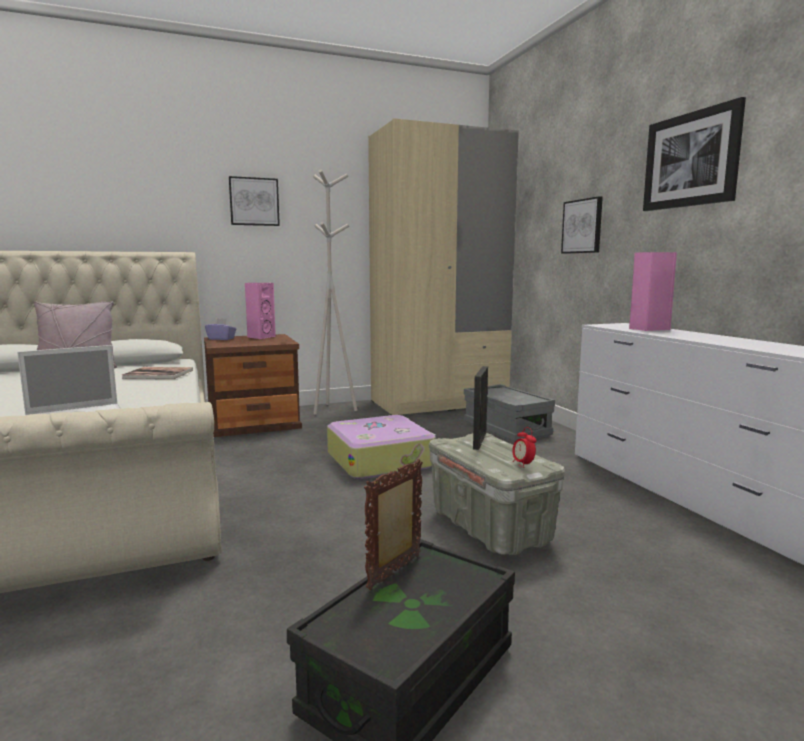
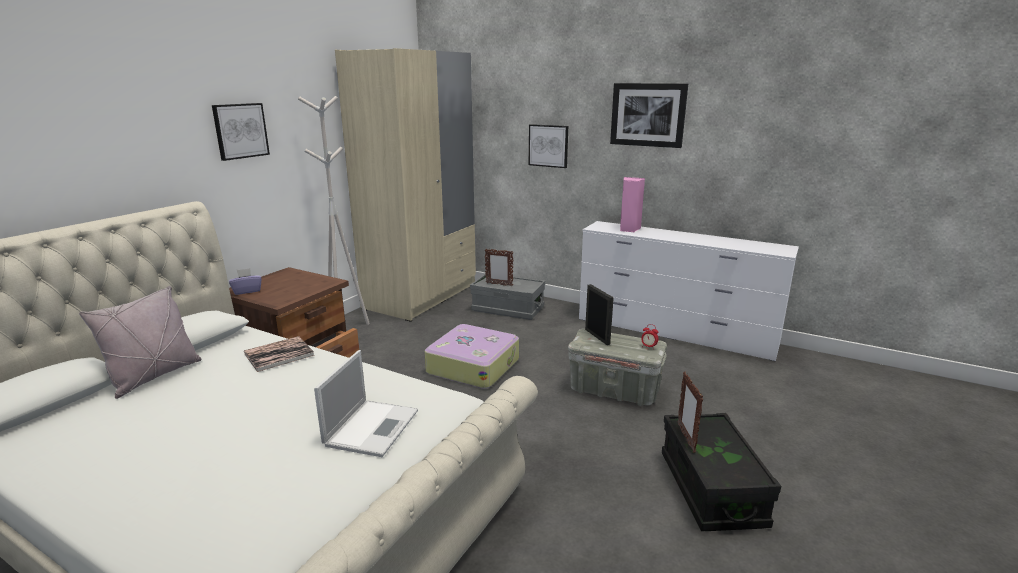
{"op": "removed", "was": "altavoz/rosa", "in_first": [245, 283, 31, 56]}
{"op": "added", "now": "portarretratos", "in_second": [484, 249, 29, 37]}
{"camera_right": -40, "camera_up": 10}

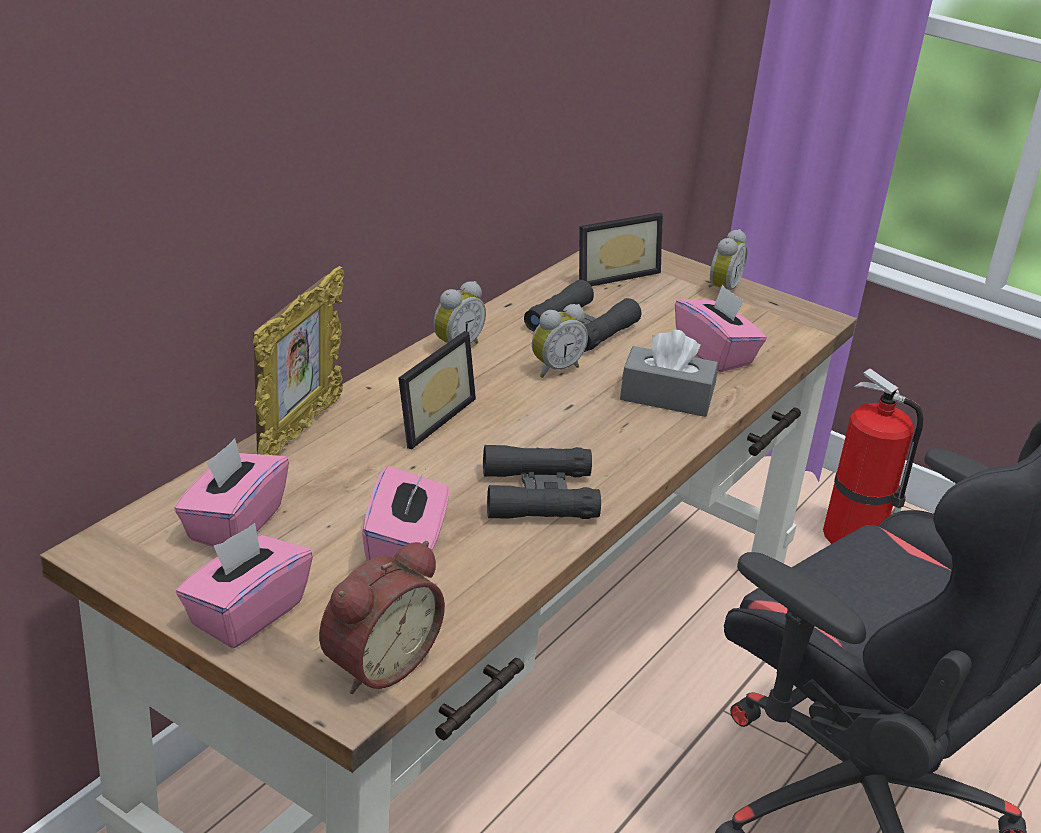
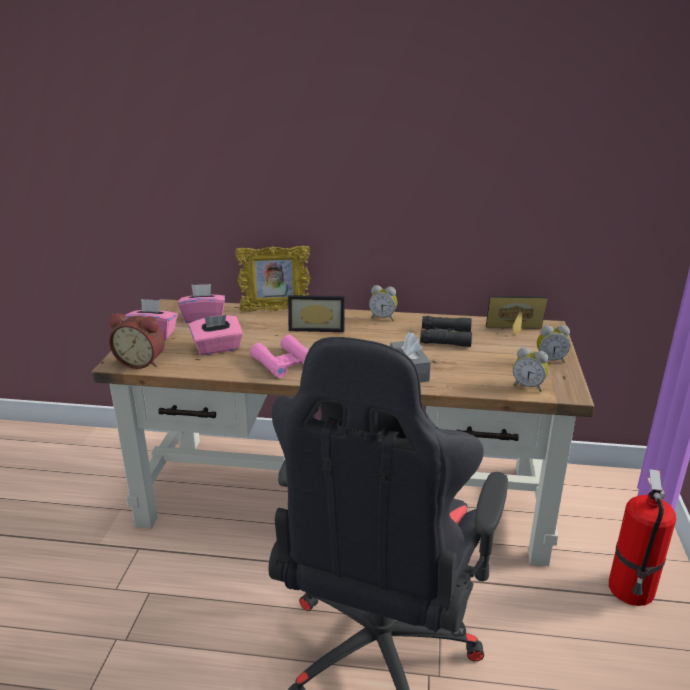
{"op": "removed", "was": "caja de pañuelos/rosa", "in_first": [675, 285, 92, 87]}
{"op": "moved", "was": "despertador", "in_first": [532, 304, 56, 74], "in_second": [513, 347, 36, 45]}
{"op": "recoloured", "was": "prismáticos/negro", "now": "prismáticos/rosa", "in_first": [483, 445, 118, 74], "in_second": [250, 335, 59, 43]}
{"op": "turned", "was": "portarretratos", "in_first": [579, 213, 84, 73], "in_second": [486, 296, 62, 38], "clockwise": 150}
{"camera_right": 65, "camera_up": -5}

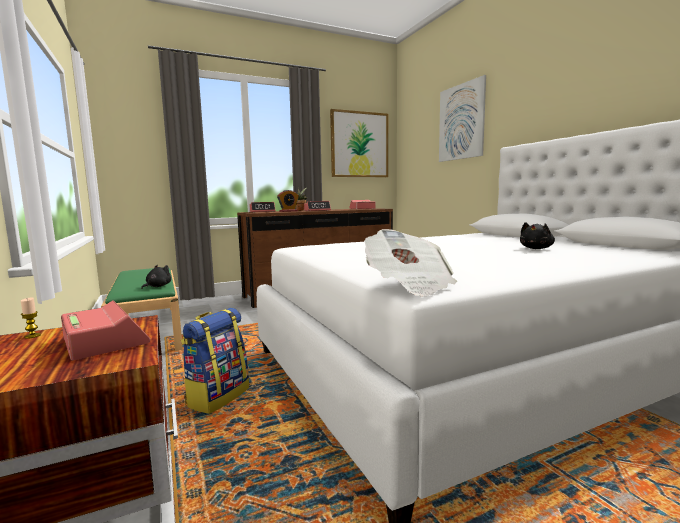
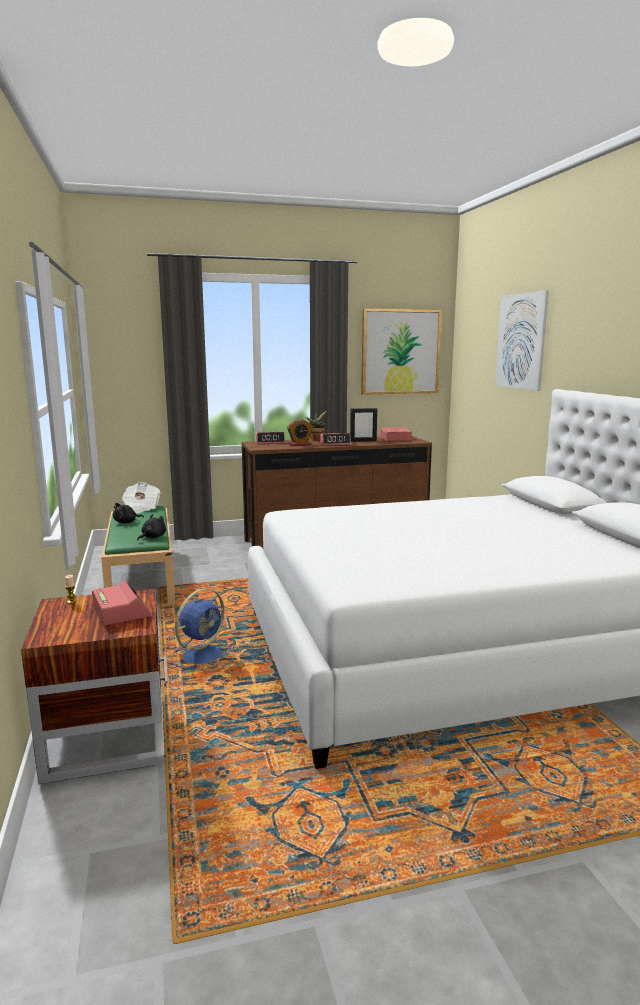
{"op": "added", "now": "portarretratos", "in_second": [350, 408, 27, 34]}
{"op": "moved", "was": "periódico", "in_first": [364, 229, 93, 68], "in_second": [122, 482, 39, 31]}
{"op": "moved", "was": "peluche/negro", "in_first": [520, 222, 35, 27], "in_second": [113, 503, 31, 20]}
{"op": "replaced", "was": "mochila", "now": "ventilador/azul", "in_first": [181, 308, 68, 106], "in_second": [169, 588, 55, 82]}
{"camera_right": 10, "camera_up": 5}

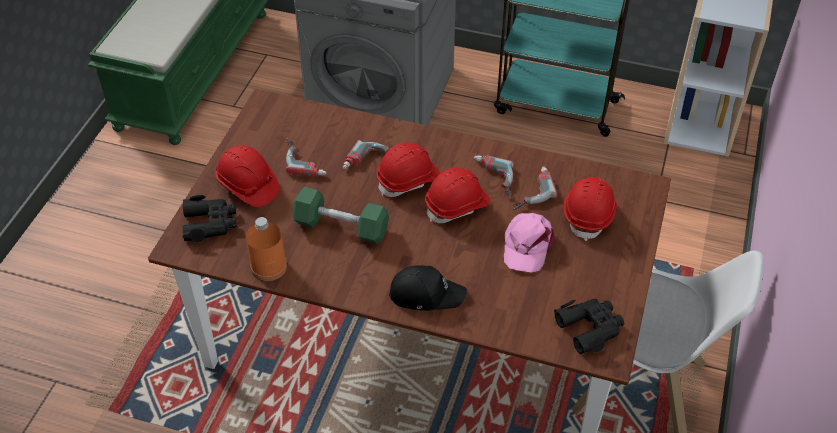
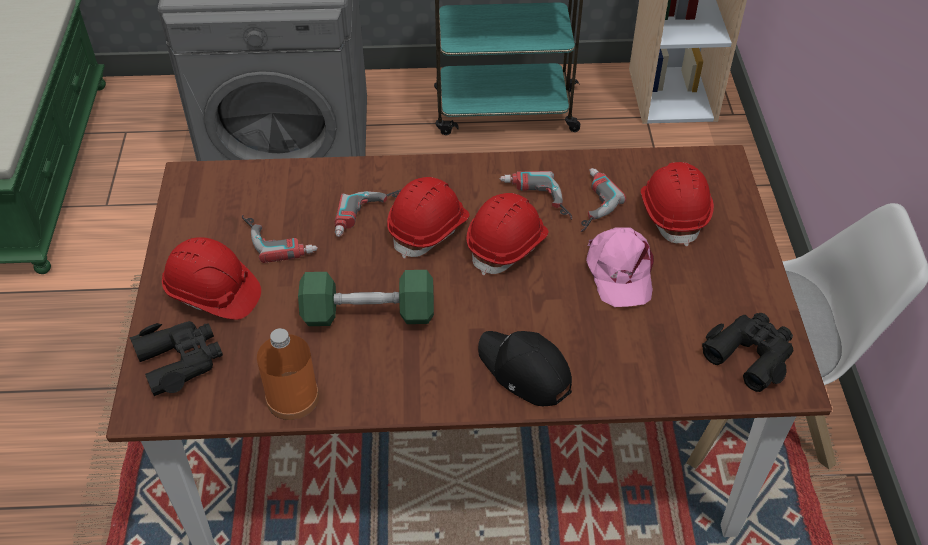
{"op": "turned", "was": "gorra/negro", "in_first": [389, 265, 78, 46], "in_second": [478, 331, 94, 75], "clockwise": -120}
{"camera_right": -20, "camera_up": 0}

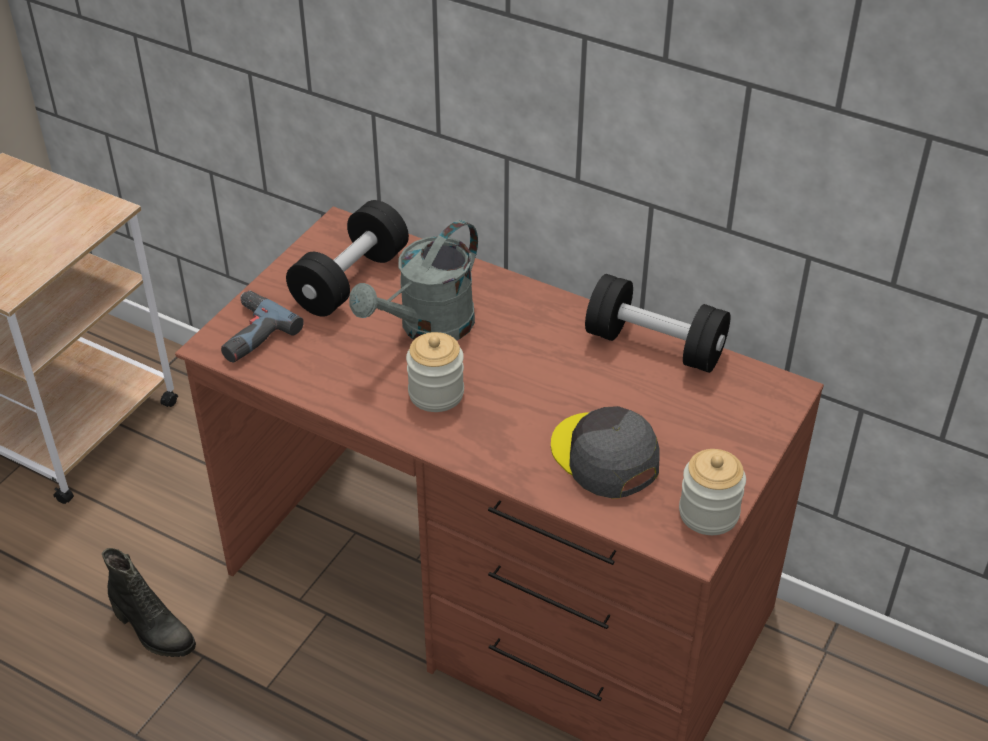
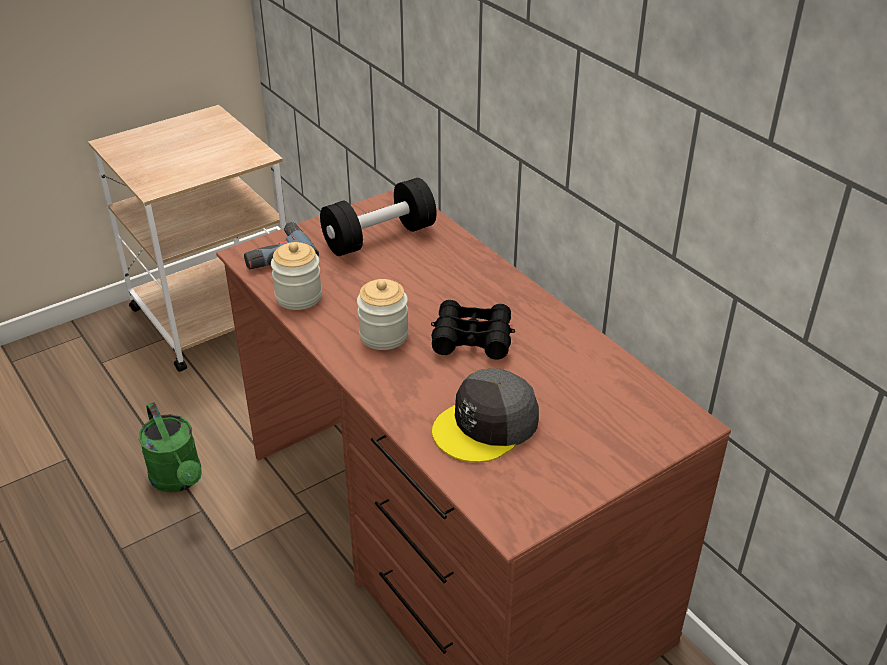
{"op": "removed", "was": "regadera/gris", "in_first": [349, 220, 129, 120]}
{"op": "removed", "was": "mancuerna/negro", "in_first": [585, 274, 145, 99]}
{"op": "added", "now": "prismáticos/negro", "in_second": [431, 300, 84, 60]}
{"op": "moved", "was": "tarro", "in_first": [679, 449, 67, 86], "in_second": [271, 242, 51, 68]}
{"op": "replaced", "was": "bota/negro", "now": "regadera/verde", "in_first": [102, 548, 94, 109], "in_second": [139, 402, 63, 91]}
{"op": "turned", "was": "gorra/gris", "in_first": [551, 406, 109, 92], "in_second": [432, 368, 107, 94], "clockwise": -120}
{"camera_right": 25, "camera_up": -5}

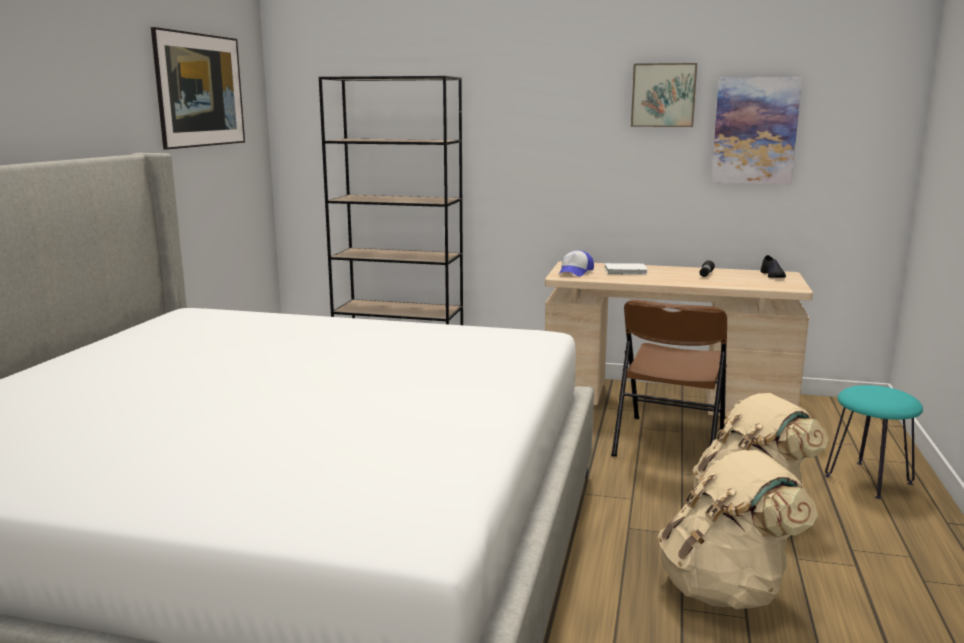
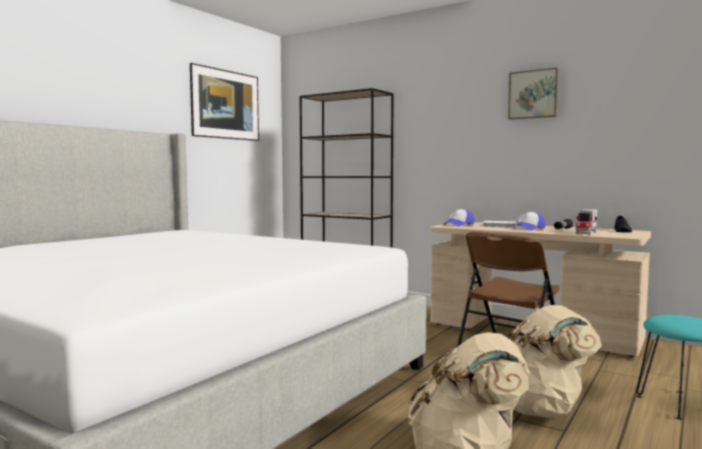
{"op": "removed", "was": "cuadro", "in_first": [711, 77, 91, 107]}
{"op": "added", "now": "gorra", "in_second": [513, 212, 32, 19]}
{"op": "added", "now": "camión de juguete", "in_second": [575, 209, 22, 26]}
{"camera_right": 20, "camera_up": -10}

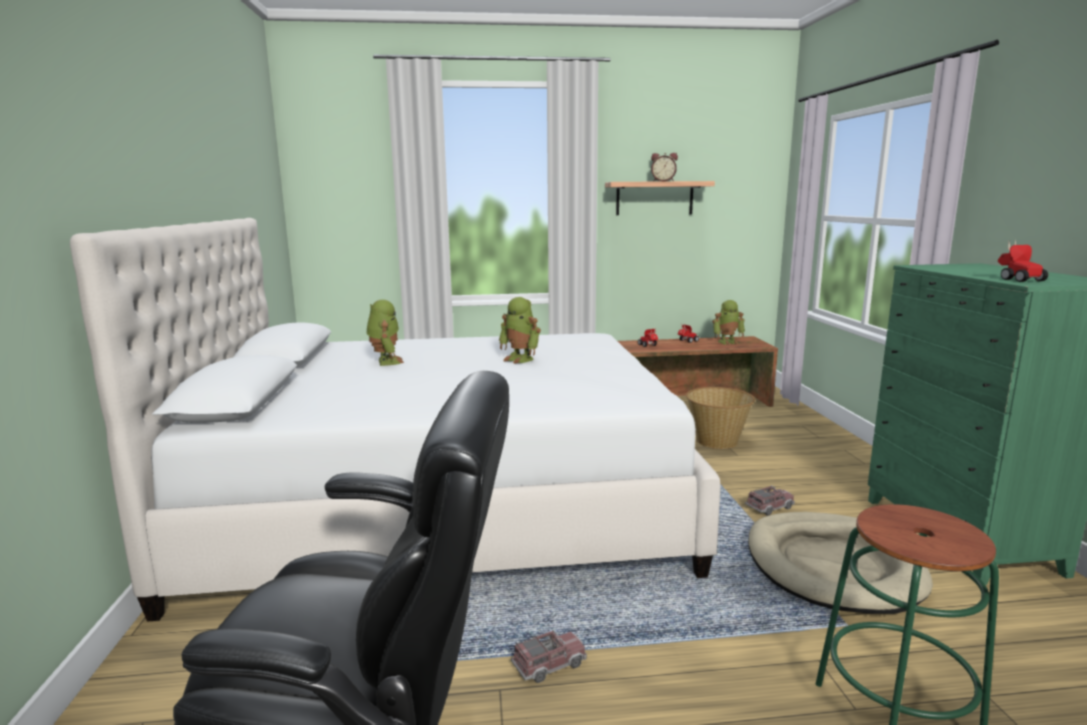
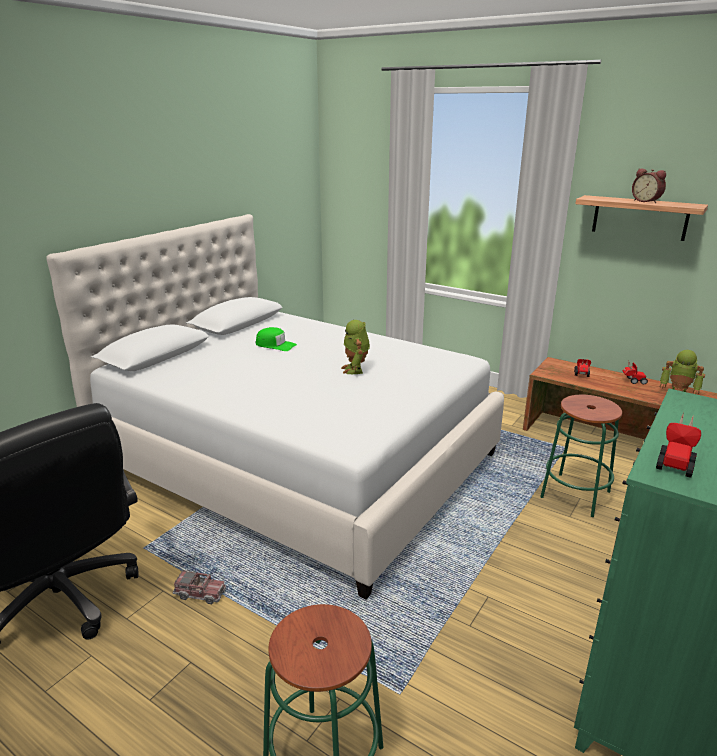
{"op": "removed", "was": "camión de juguete", "in_first": [745, 485, 50, 31]}
{"op": "removed", "was": "cama para perro/beis", "in_first": [748, 512, 185, 102]}
{"op": "replaced", "was": "robot de juguete", "now": "gorra/verde", "in_first": [366, 299, 38, 67], "in_second": [256, 327, 41, 24]}
{"op": "replaced", "was": "cesta", "now": "taburete/verde", "in_first": [686, 387, 69, 62], "in_second": [540, 395, 82, 122]}
{"camera_right": 40, "camera_up": 10}

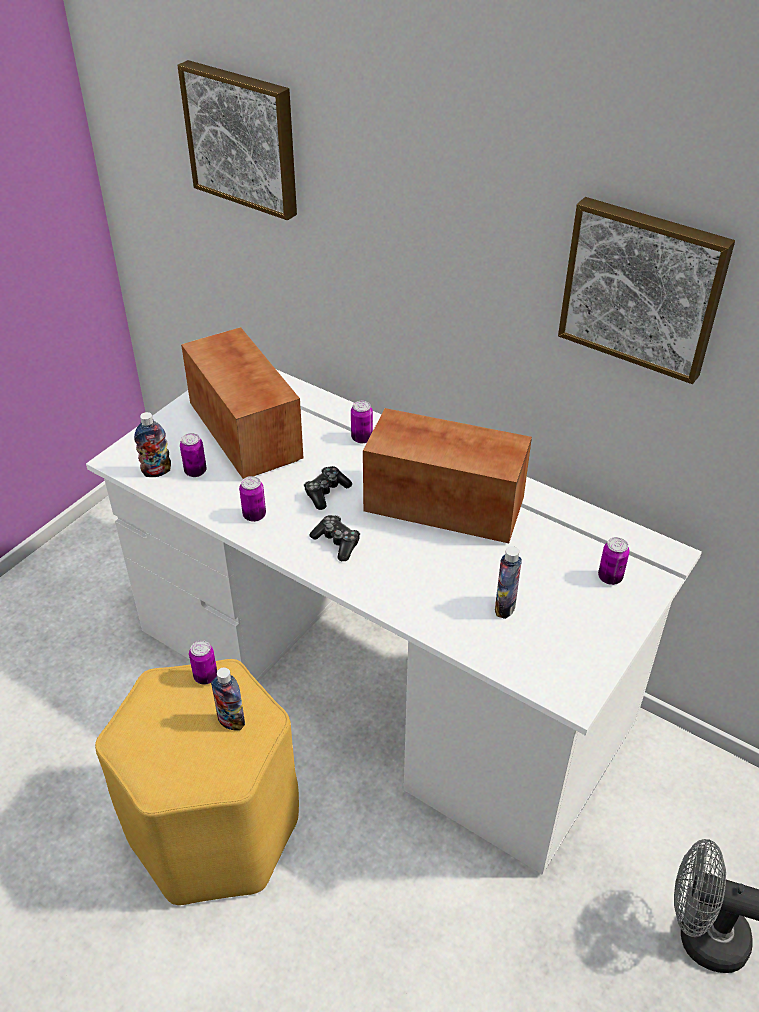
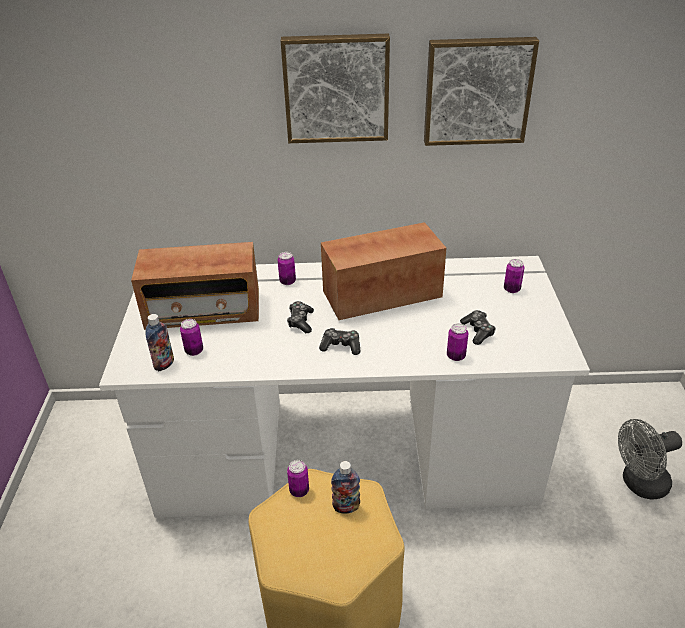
{"op": "moved", "was": "cuadro", "in_first": [177, 60, 120, 160], "in_second": [281, 33, 109, 110]}
{"op": "moved", "was": "lata", "in_first": [239, 476, 27, 46], "in_second": [447, 323, 21, 38]}
{"op": "replaced", "was": "botella", "now": "mando de consola", "in_first": [495, 546, 27, 73], "in_second": [460, 310, 36, 35]}
{"op": "turned", "was": "radio", "in_first": [181, 327, 122, 152], "in_second": [131, 242, 128, 88], "clockwise": 150}
{"camera_right": -35, "camera_up": -5}

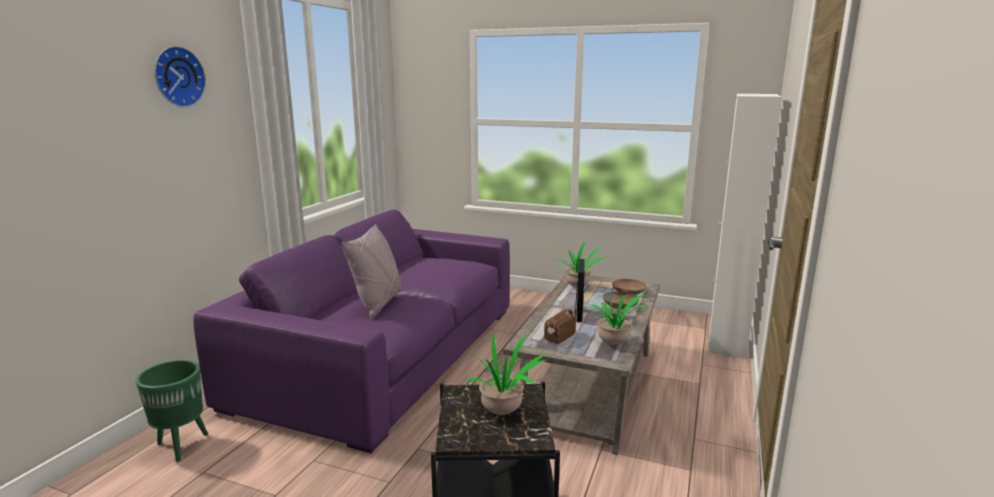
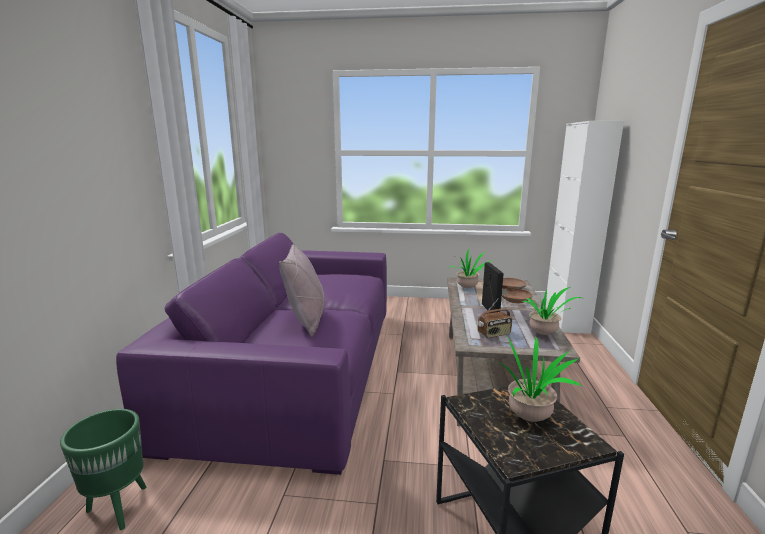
{"op": "removed", "was": "reloj de pared", "in_first": [154, 46, 52, 62]}
{"op": "turned", "was": "radio", "in_first": [544, 304, 32, 40], "in_second": [478, 298, 34, 40], "clockwise": -135}
{"camera_right": -15, "camera_up": 0}

